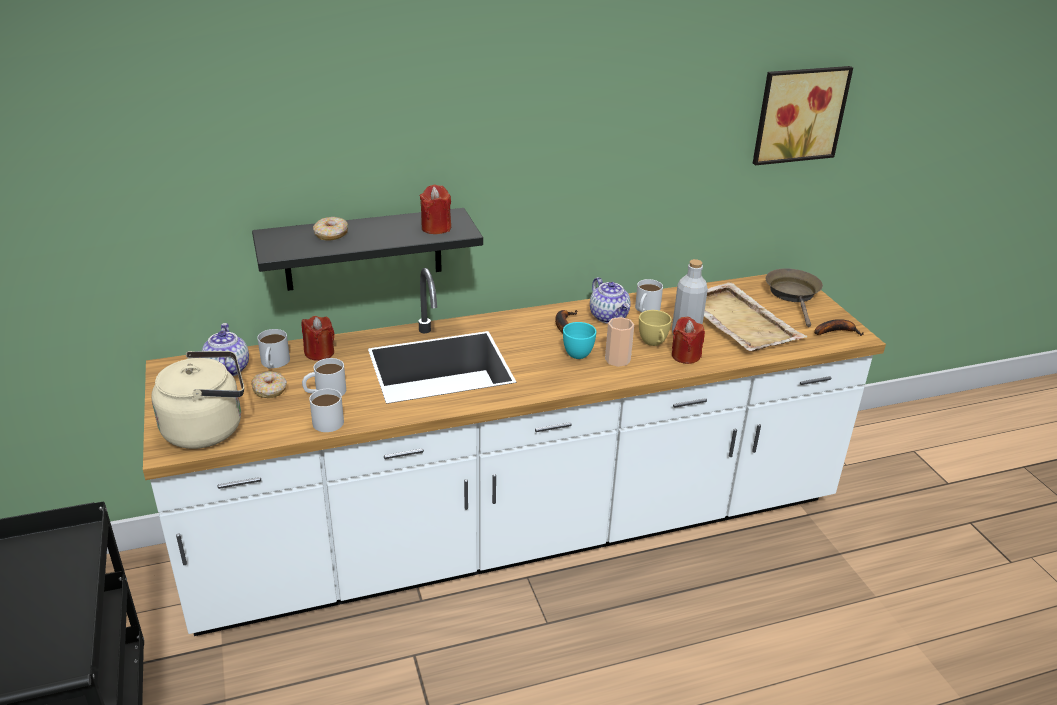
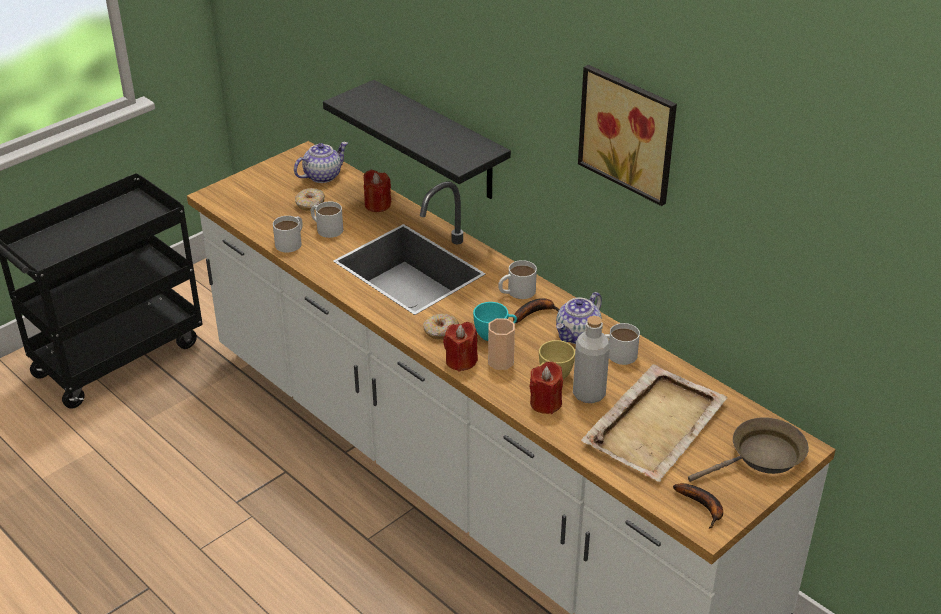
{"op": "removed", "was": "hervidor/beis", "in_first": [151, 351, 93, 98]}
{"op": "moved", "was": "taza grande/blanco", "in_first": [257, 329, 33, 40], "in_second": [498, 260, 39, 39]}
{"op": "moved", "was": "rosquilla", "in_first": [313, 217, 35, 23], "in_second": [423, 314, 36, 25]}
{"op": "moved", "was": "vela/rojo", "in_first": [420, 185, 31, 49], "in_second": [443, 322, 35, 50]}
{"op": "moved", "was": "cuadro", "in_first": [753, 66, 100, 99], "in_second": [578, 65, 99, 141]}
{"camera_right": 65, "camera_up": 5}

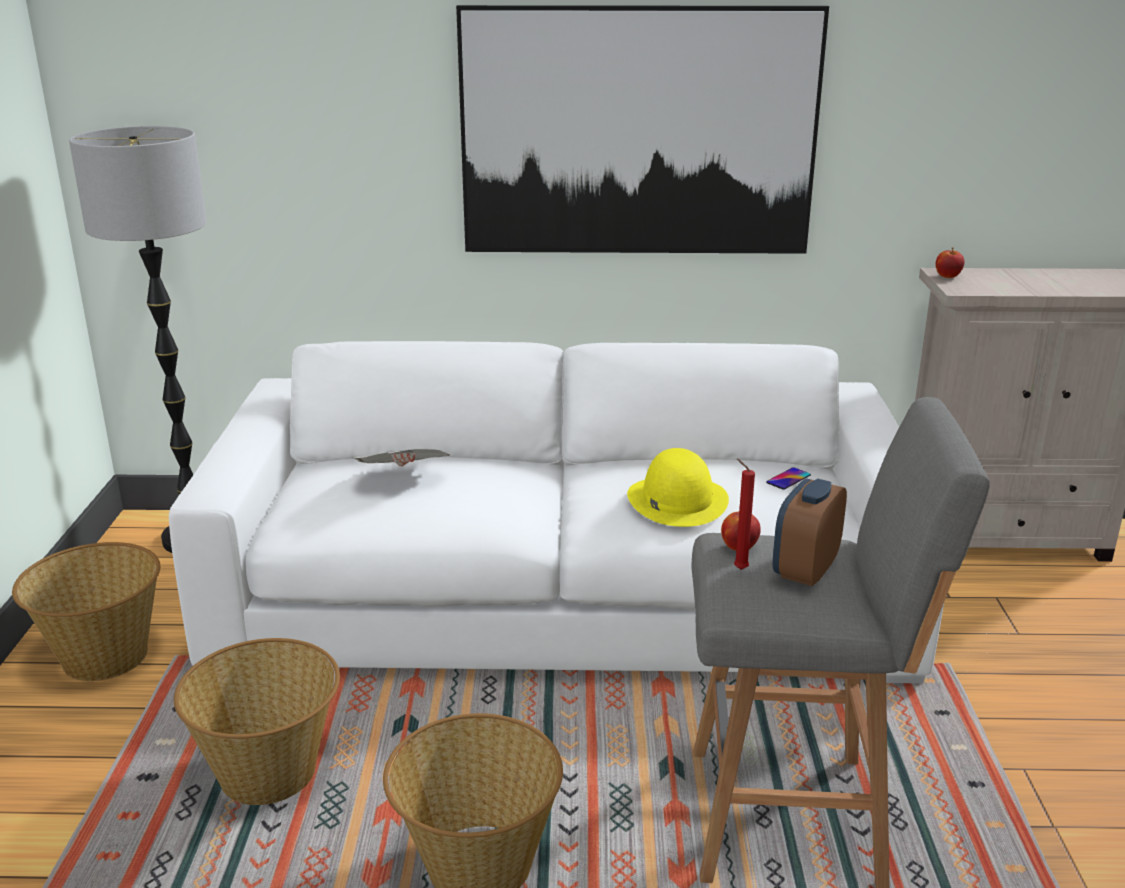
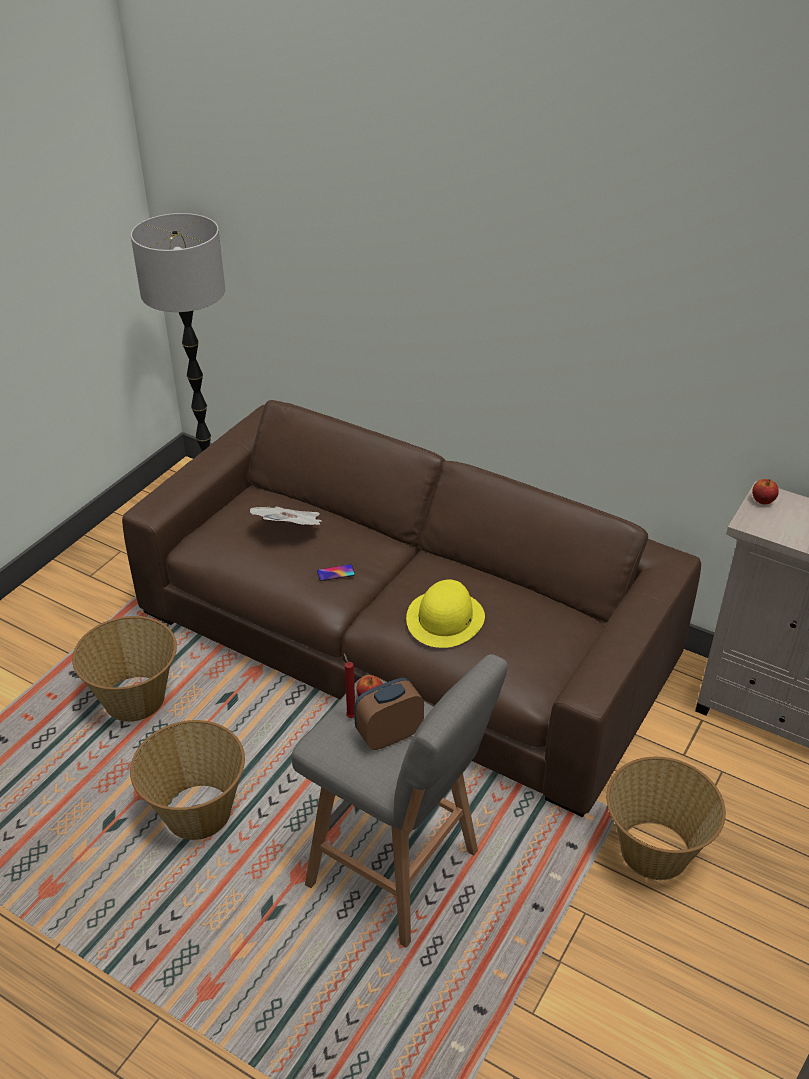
{"op": "removed", "was": "cuadro", "in_first": [456, 5, 373, 249]}
{"op": "moved", "was": "cesta", "in_first": [12, 542, 148, 139], "in_second": [606, 757, 120, 123]}
{"op": "moved", "was": "móvil", "in_first": [766, 467, 45, 23], "in_second": [317, 564, 38, 17]}
{"op": "recoloured", "was": "sofá/blanco", "now": "sofá/marrón", "in_first": [169, 341, 775, 342], "in_second": [122, 400, 579, 417]}
{"camera_right": 30, "camera_up": 15}

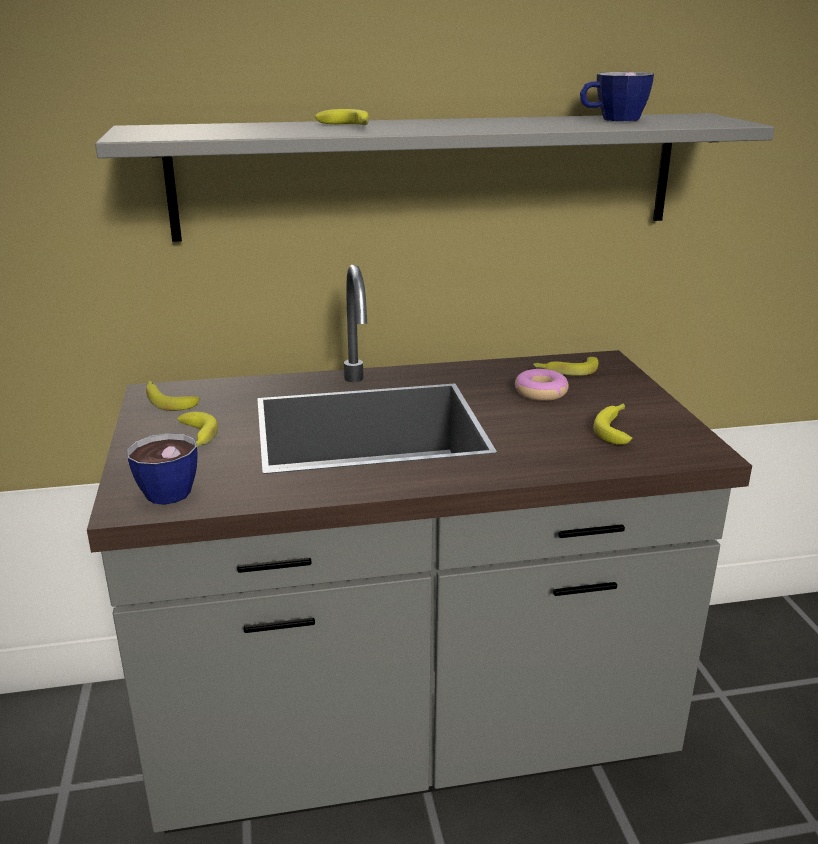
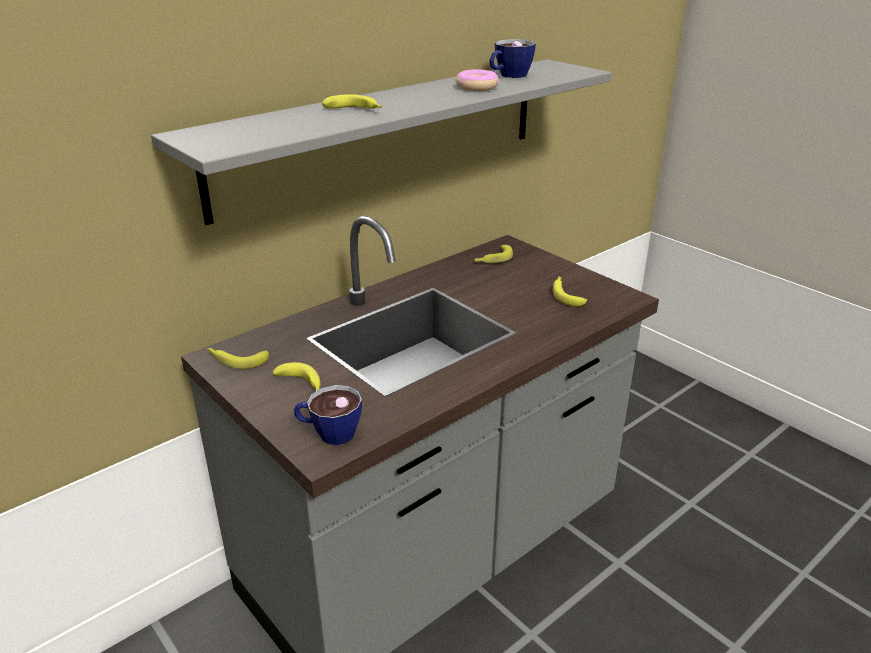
{"op": "moved", "was": "rosquilla", "in_first": [515, 369, 54, 32], "in_second": [456, 69, 43, 22]}
{"camera_right": -30, "camera_up": 5}

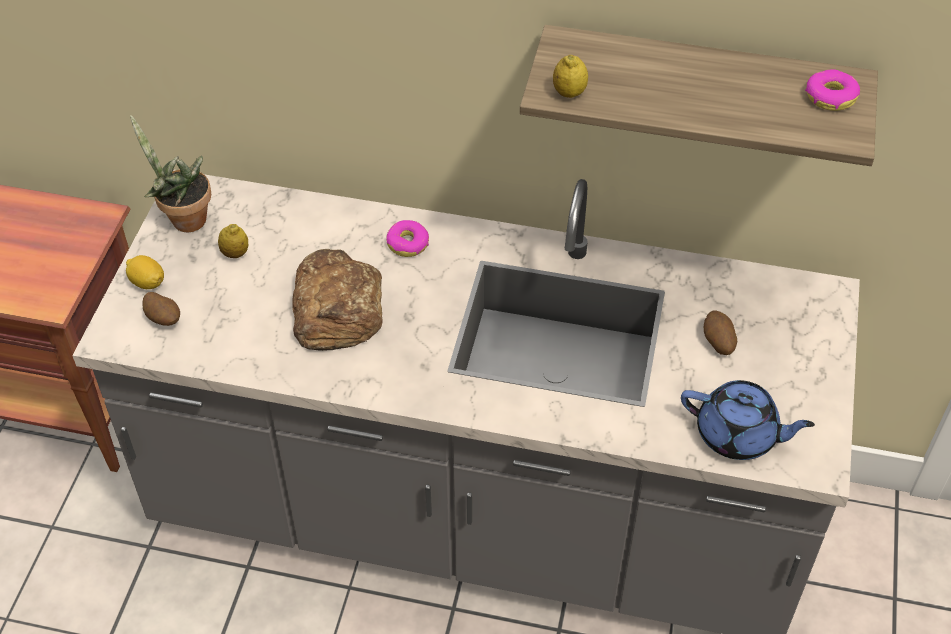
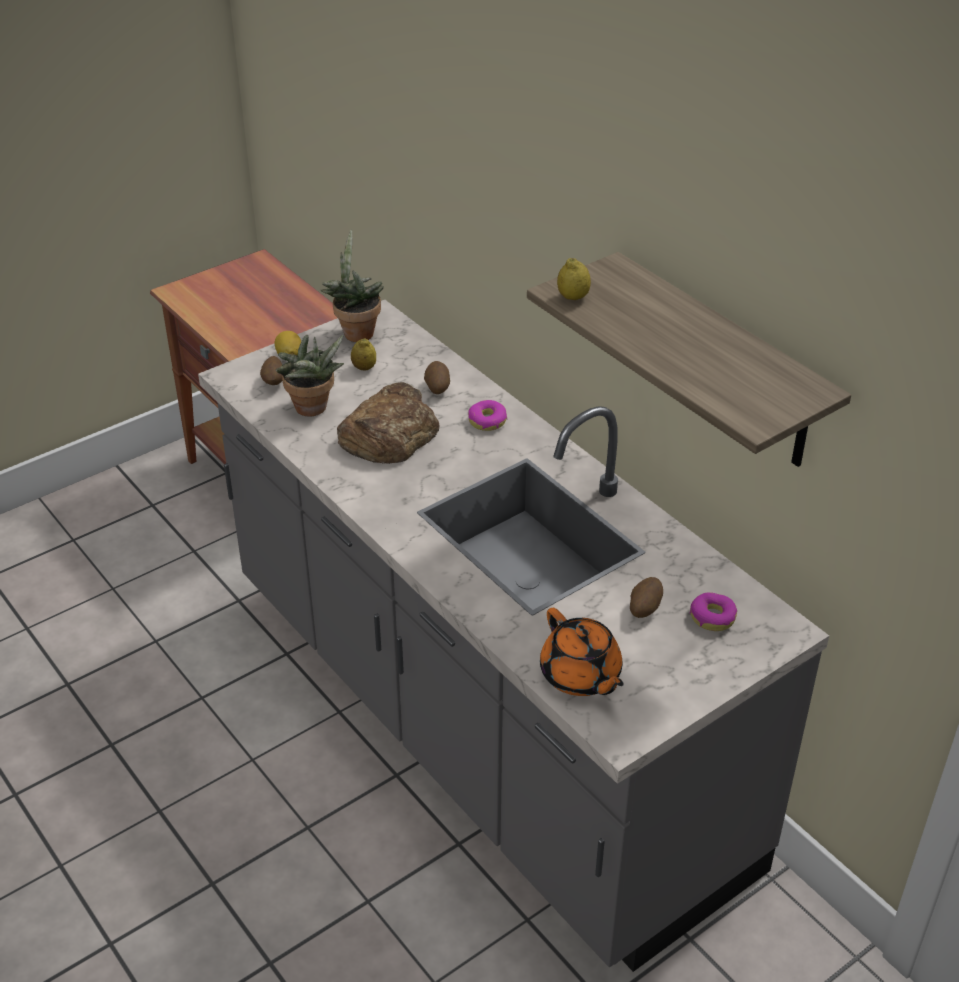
{"op": "added", "now": "planta en maceta", "in_second": [276, 335, 68, 82]}
{"op": "added", "now": "patata", "in_second": [424, 361, 26, 33]}
{"op": "moved", "was": "rosquilla", "in_first": [805, 69, 55, 42], "in_second": [690, 592, 47, 39]}
{"op": "recoloured", "was": "tetera/azul", "now": "tetera/naranja", "in_first": [681, 380, 134, 80], "in_second": [540, 608, 84, 88]}
{"camera_right": 40, "camera_up": -10}

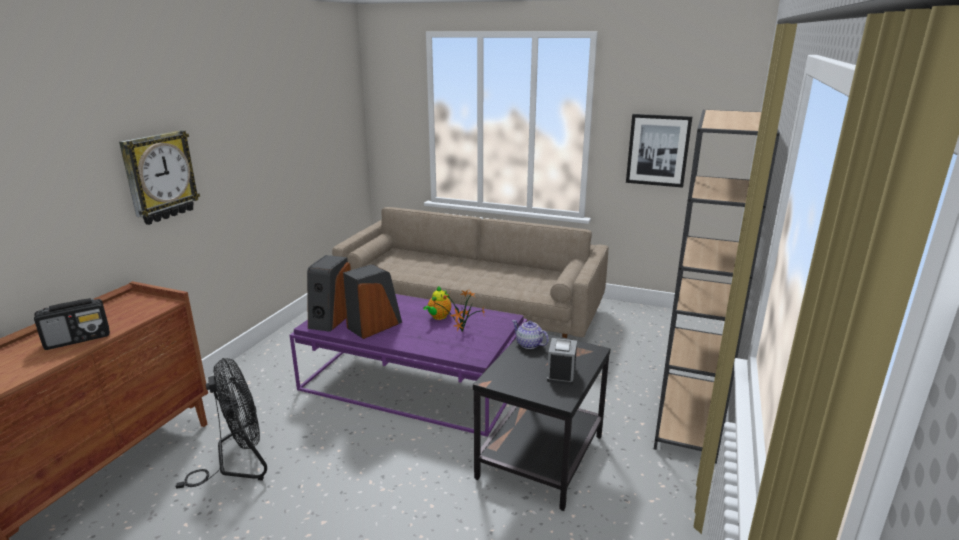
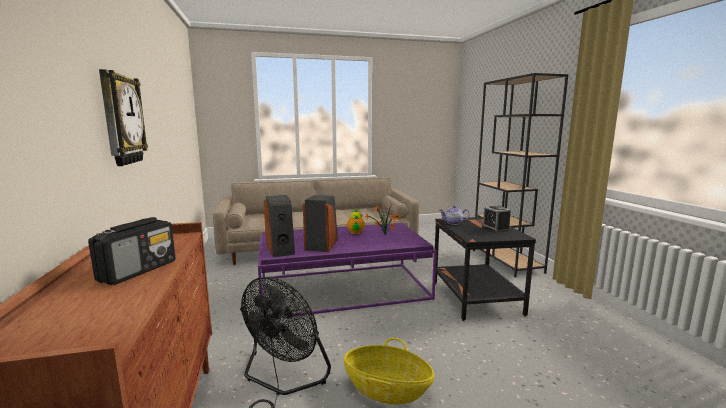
{"op": "removed", "was": "cuadro", "in_first": [626, 114, 66, 74]}
{"op": "added", "now": "cesta", "in_second": [344, 338, 90, 67]}
{"camera_right": -35, "camera_up": -10}

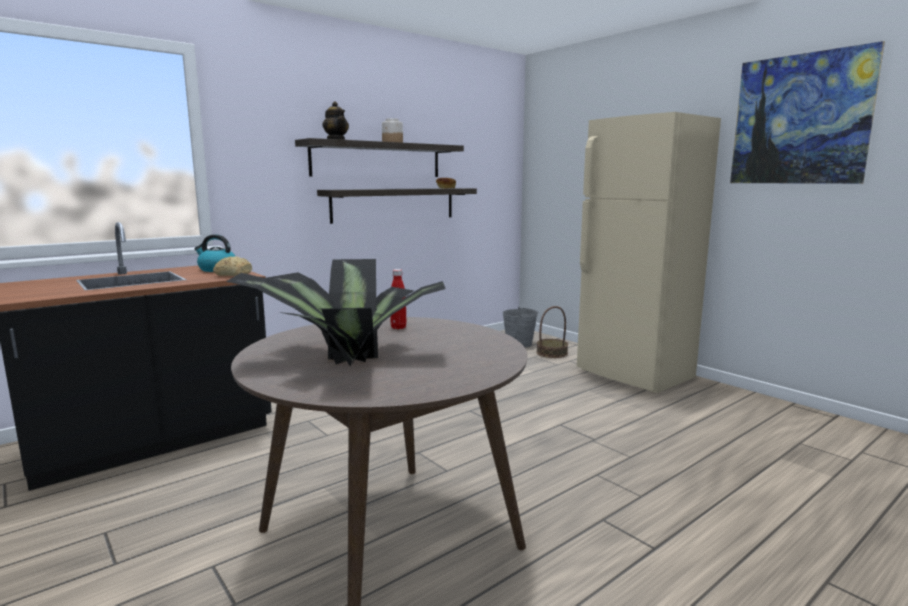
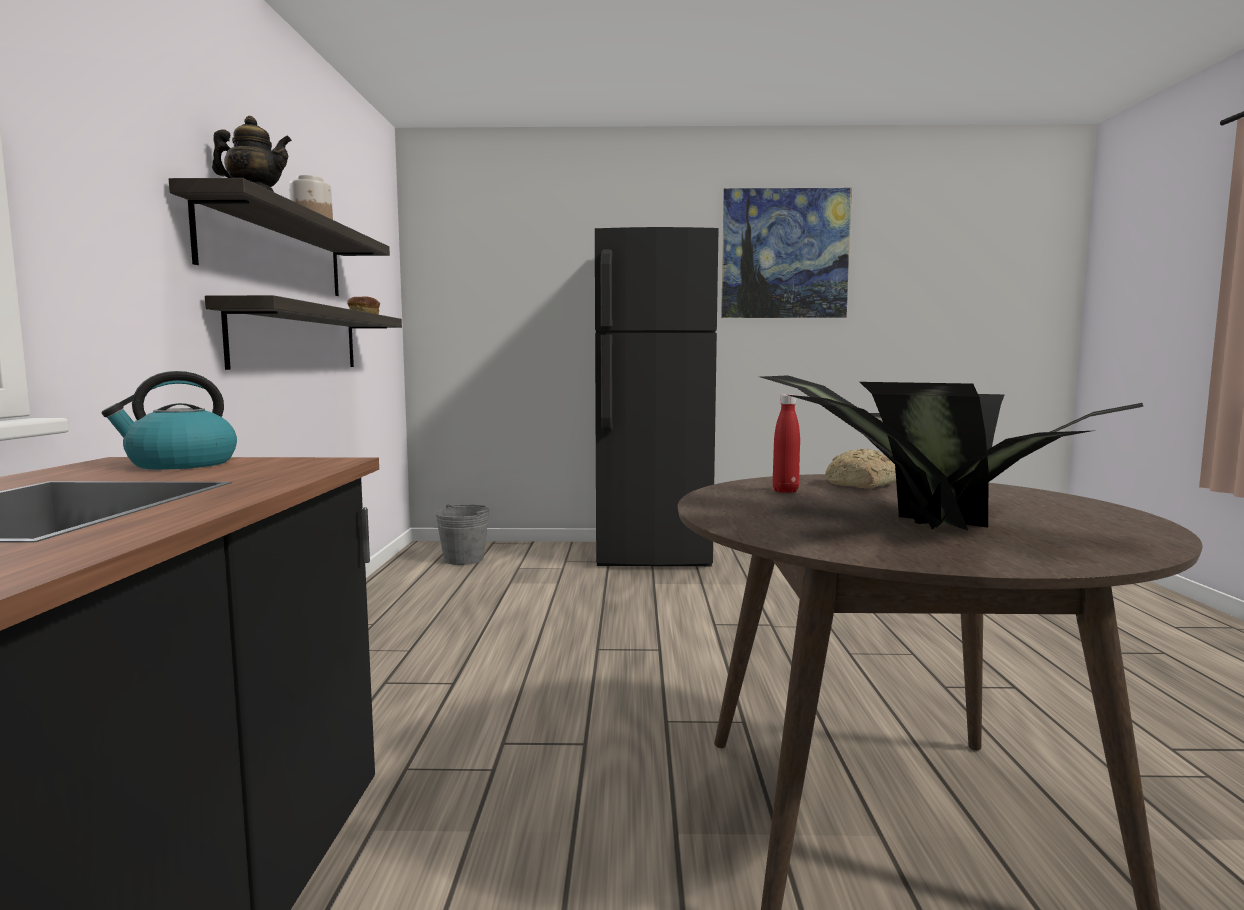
{"op": "removed", "was": "cesta", "in_first": [536, 306, 32, 52]}
{"op": "moved", "was": "pan", "in_first": [213, 257, 39, 19], "in_second": [825, 449, 71, 40]}
{"op": "recoloured", "was": "nevera/beis", "now": "nevera/negro", "in_first": [577, 112, 144, 281], "in_second": [595, 227, 124, 339]}
{"camera_right": -50, "camera_up": -5}

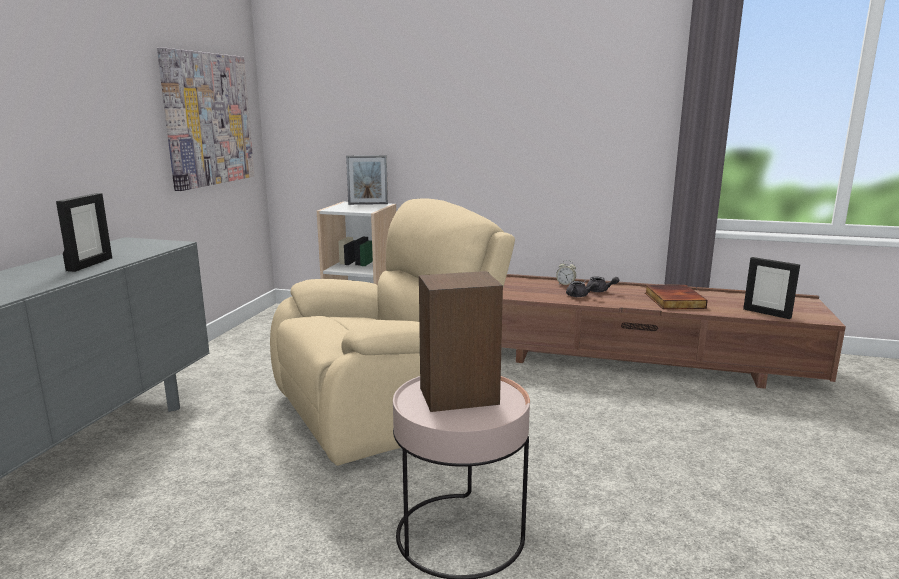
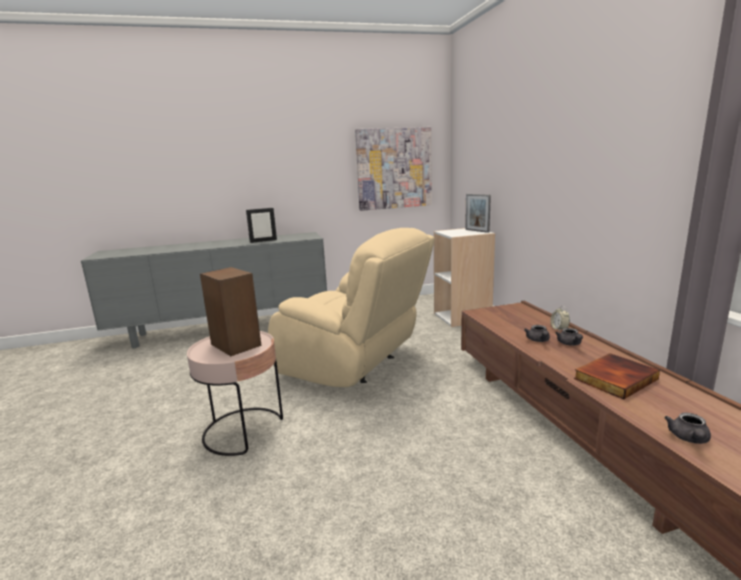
{"op": "replaced", "was": "portarretratos", "now": "tetera/gris", "in_first": [743, 257, 57, 62], "in_second": [664, 413, 47, 31]}
{"camera_right": 60, "camera_up": 0}

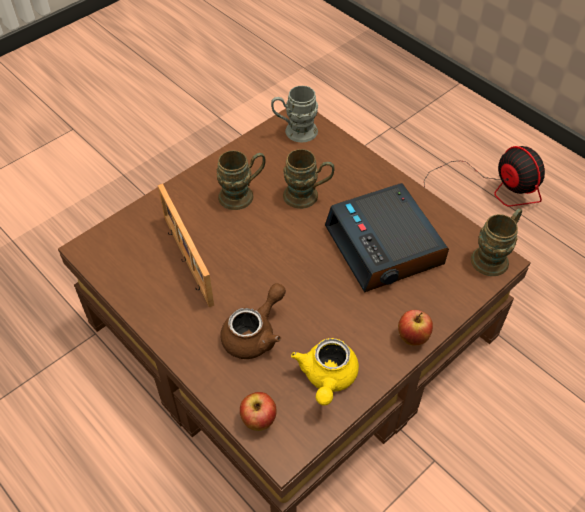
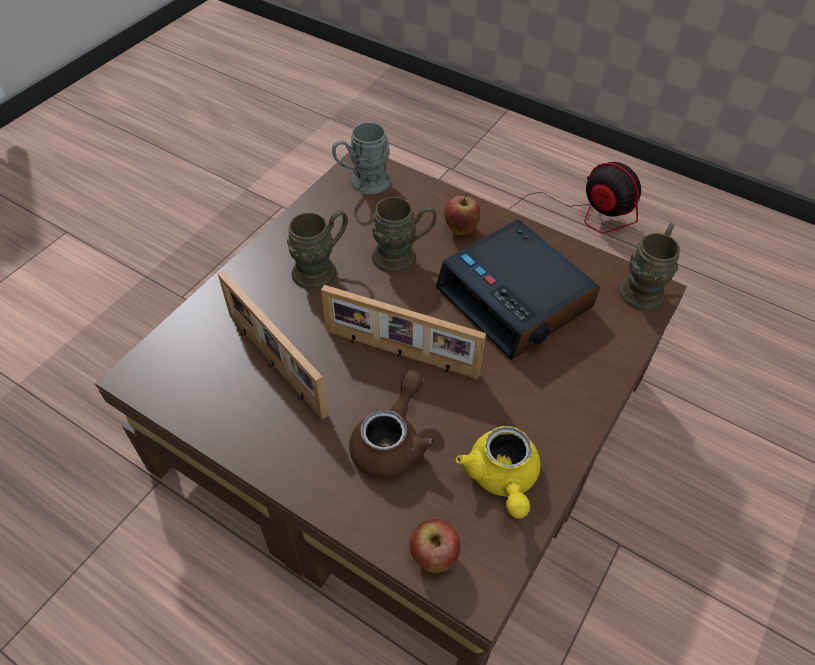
{"op": "added", "now": "portarretratos", "in_second": [321, 285, 165, 94]}
{"op": "moved", "was": "manzana", "in_first": [398, 310, 35, 35], "in_second": [444, 194, 36, 41]}
{"camera_right": -15, "camera_up": 0}

